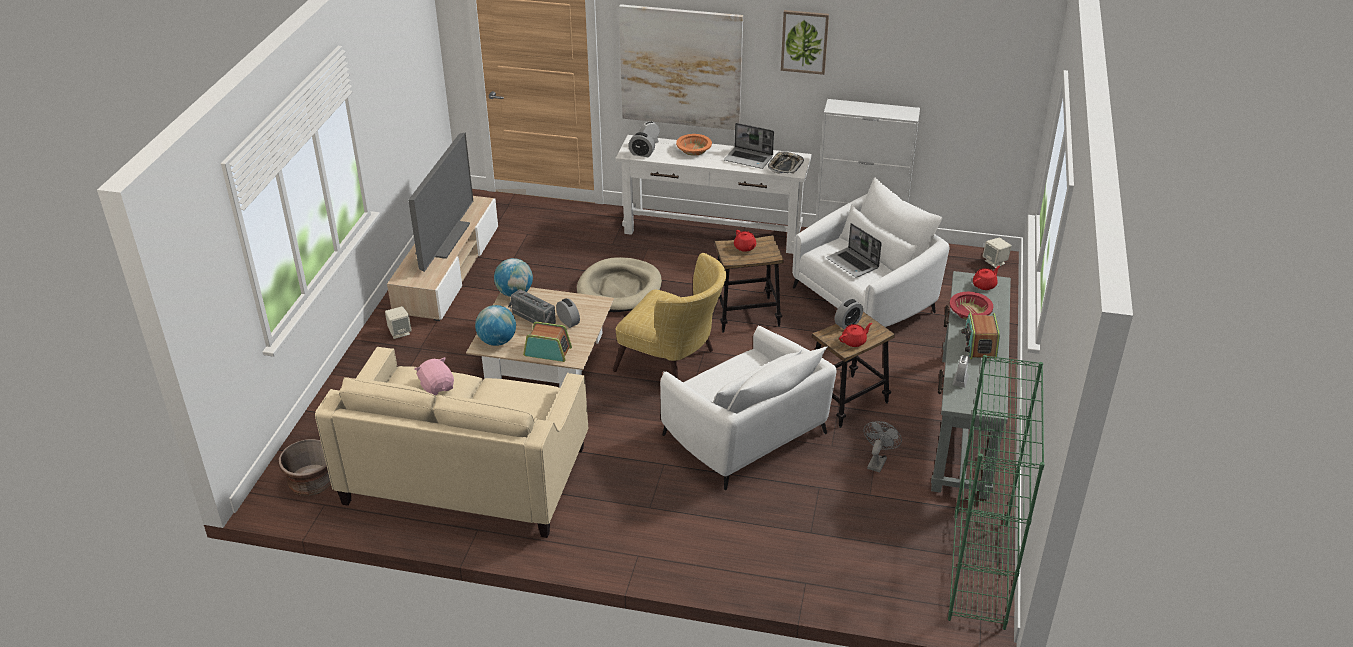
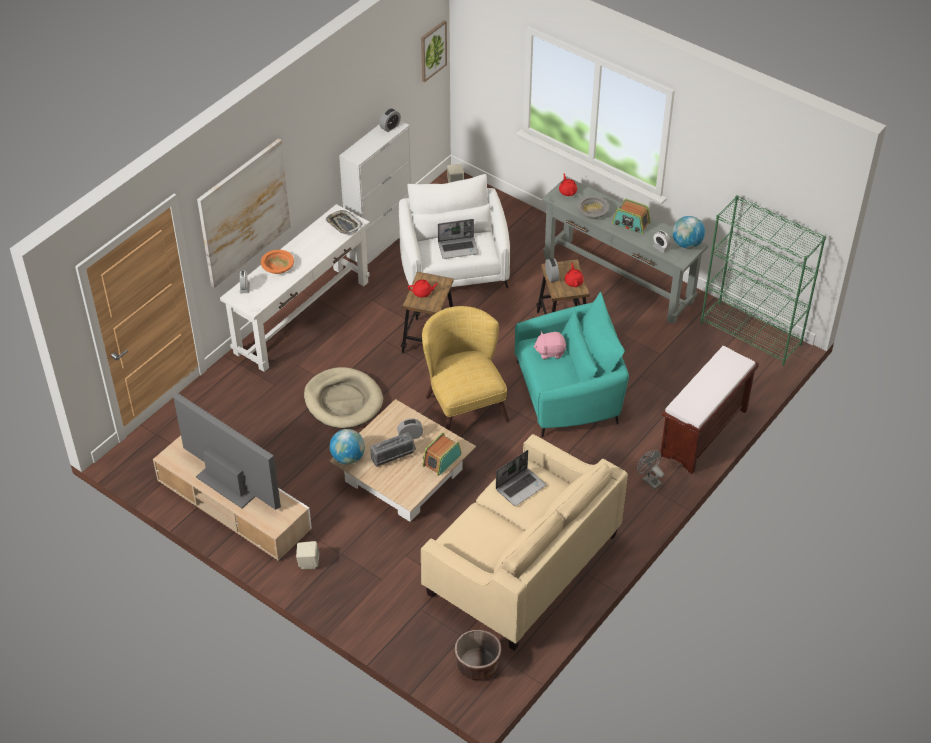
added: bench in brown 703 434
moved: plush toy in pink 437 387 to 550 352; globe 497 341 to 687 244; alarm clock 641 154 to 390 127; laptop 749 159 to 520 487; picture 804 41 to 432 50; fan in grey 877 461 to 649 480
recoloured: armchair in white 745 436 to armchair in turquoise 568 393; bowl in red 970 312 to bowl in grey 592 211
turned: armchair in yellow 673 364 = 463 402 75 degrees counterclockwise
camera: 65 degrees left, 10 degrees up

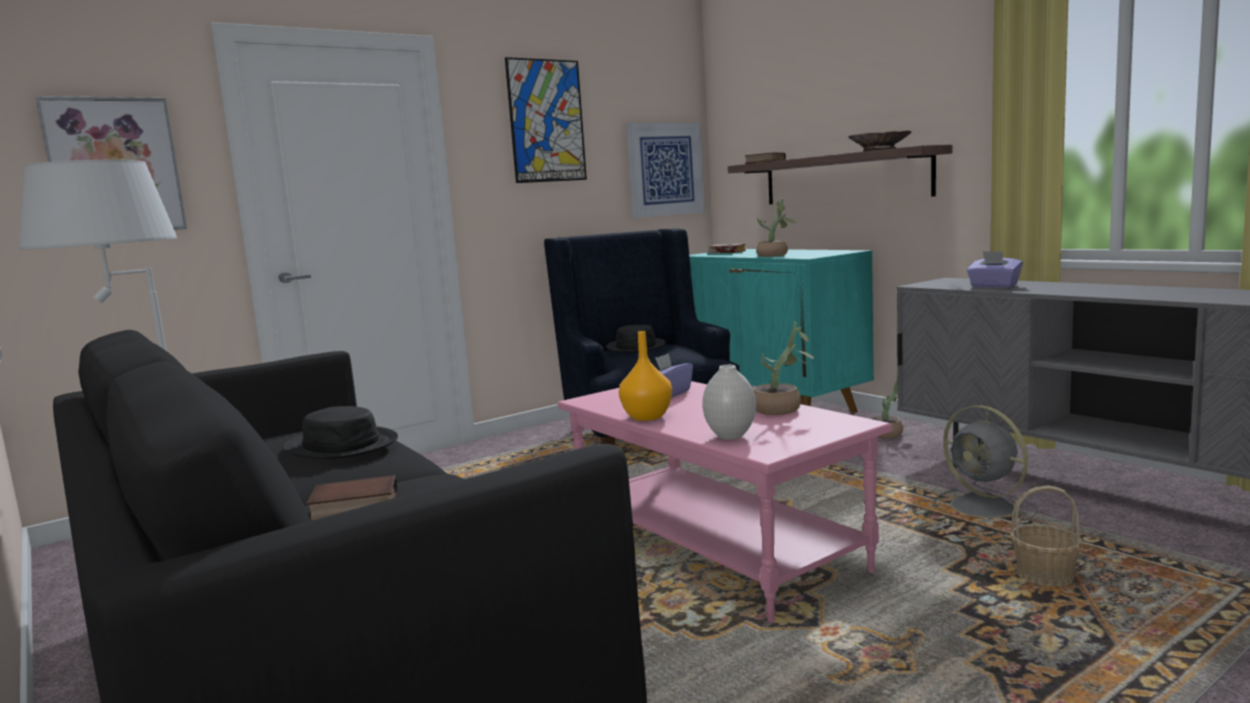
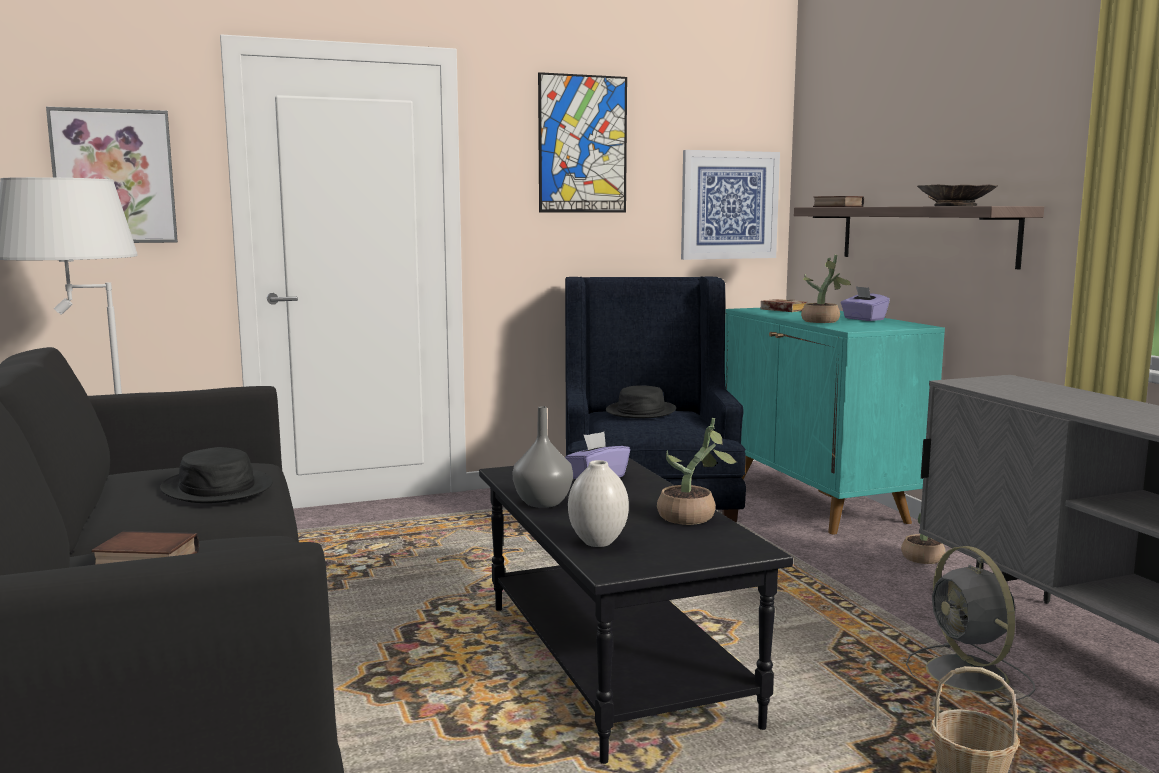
moved: tissue box in purple 993 286 to 863 319
recoloured: coffee table in pink 712 548 to coffee table in black 609 662; vase in orange 647 416 to vase in grey 543 502
camera: 15 degrees right, 0 degrees up

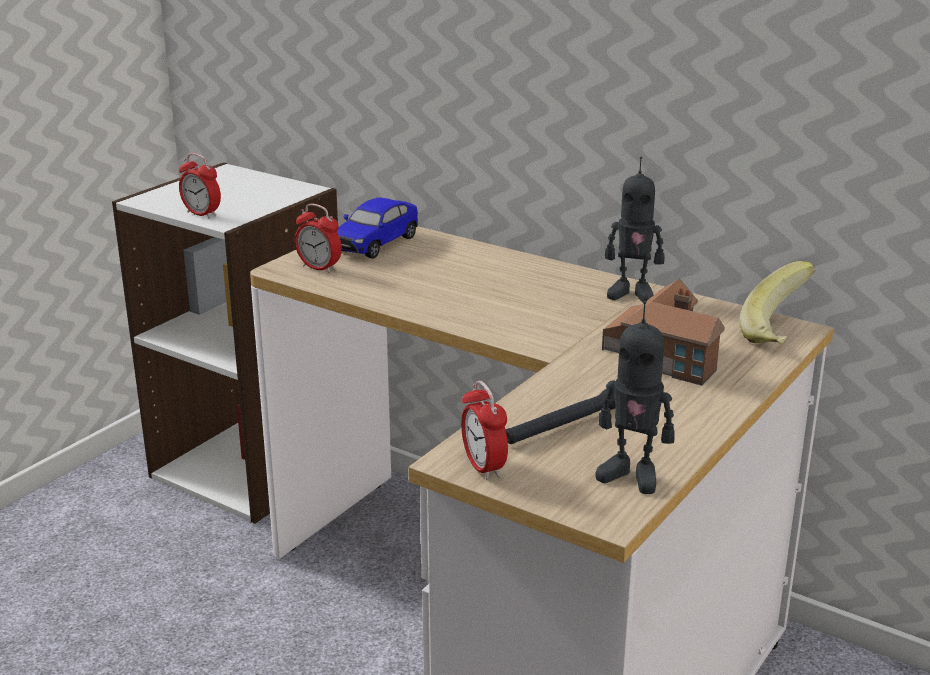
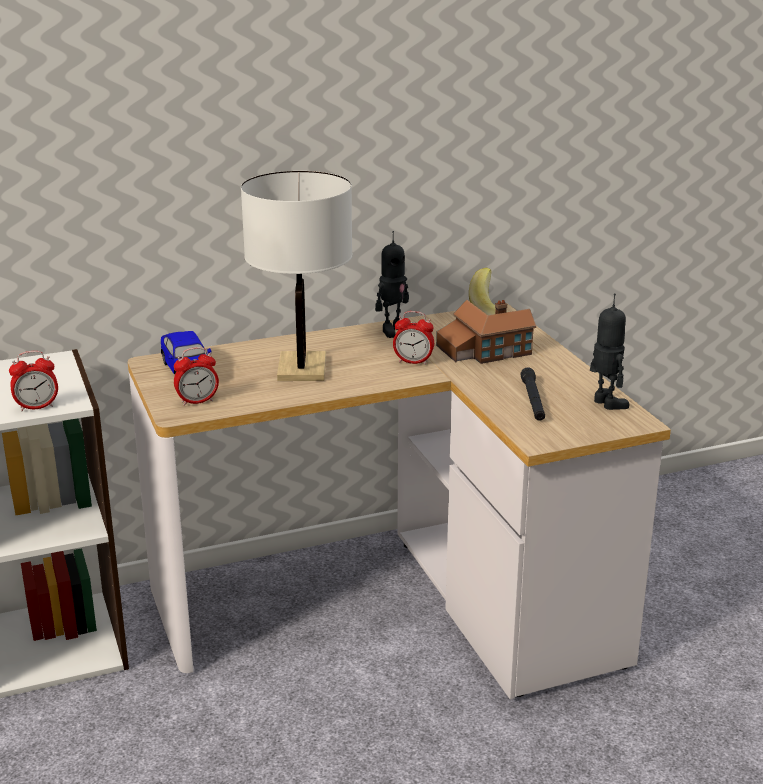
added: table lamp in white 301 368
moved: alarm clock 483 467 to 413 362
turned: toy robot 631 475 = 606 403 90 degrees counterclockwise
camera: 55 degrees left, 0 degrees up

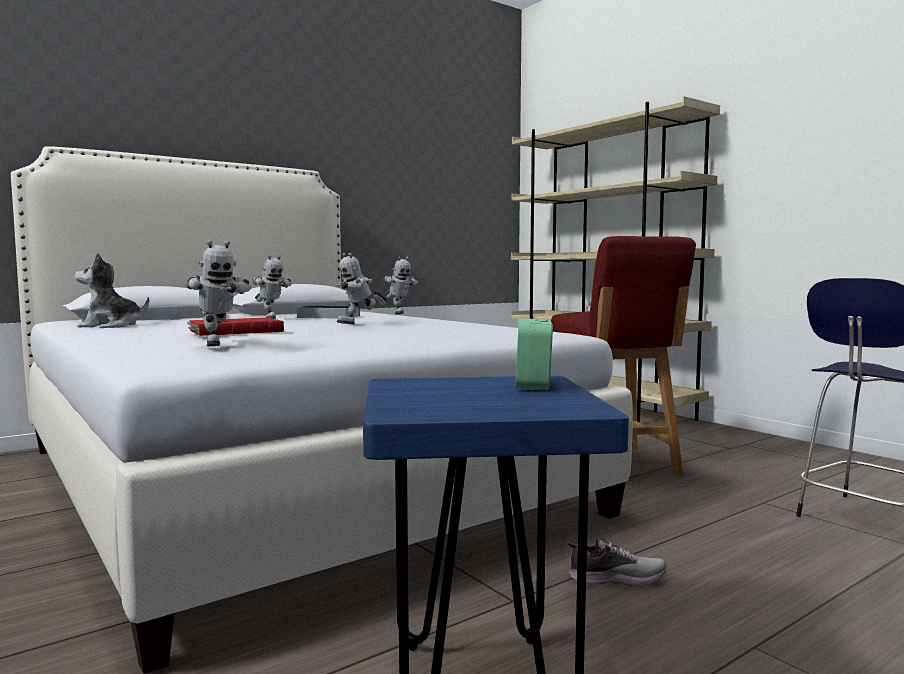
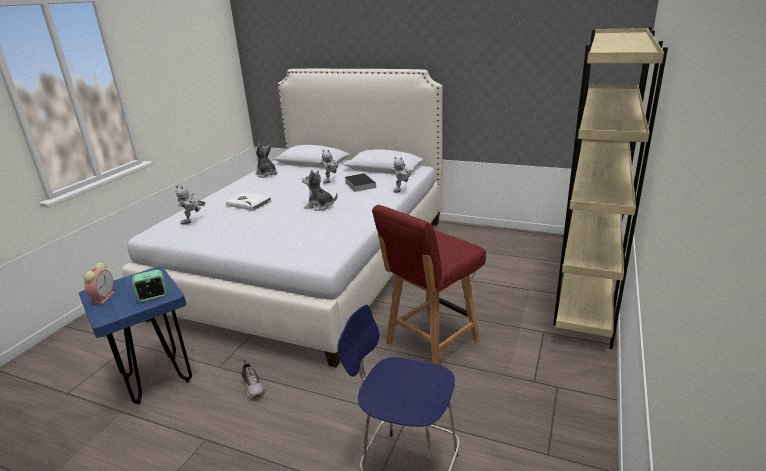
added: alarm clock 104 297
replaced: toy robot 360 324 to plush toy 320 206
recoloured: book in red 235 331 to book in white 249 203
camera: 60 degrees right, 20 degrees up

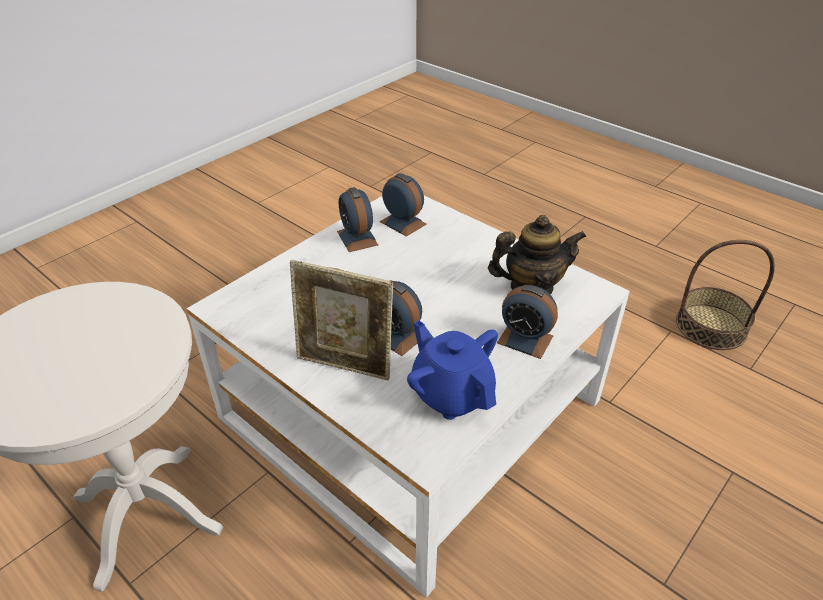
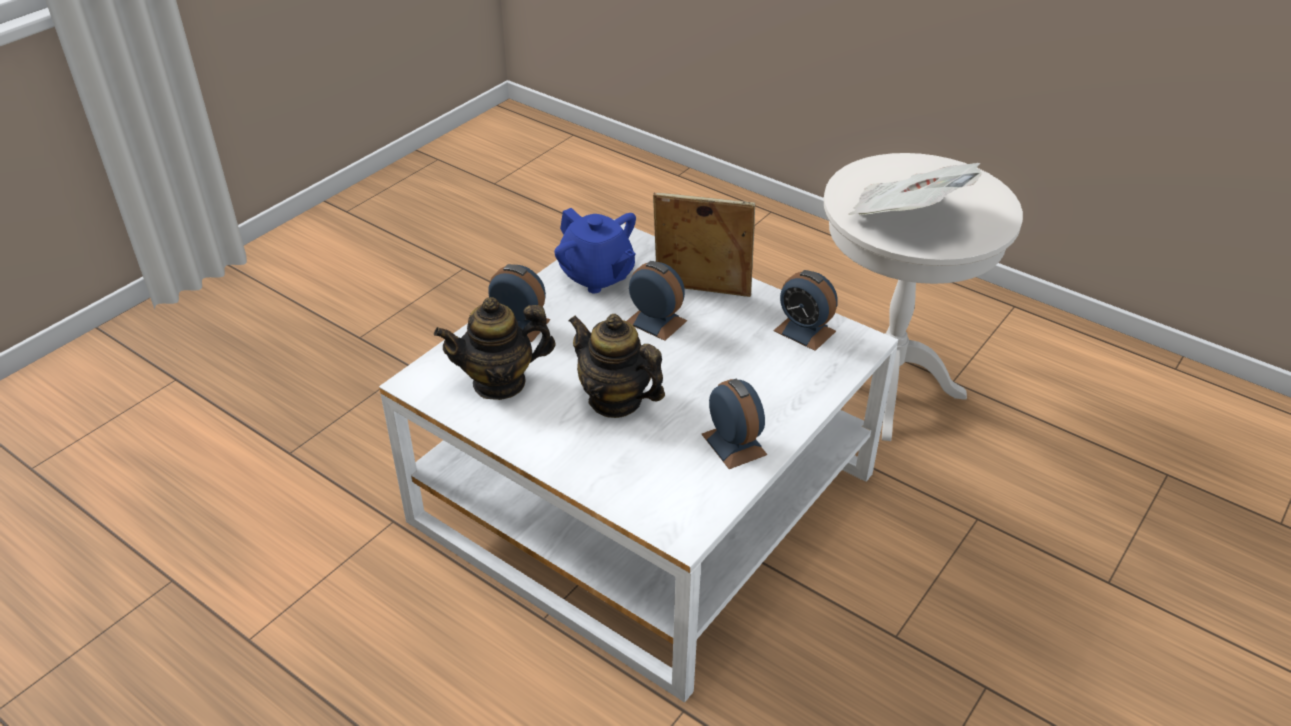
removed: basket 711 326
added: teapot 615 400; newspaper 906 217
moved: alarm clock 403 223 to 804 331
camera: 175 degrees right, 0 degrees up

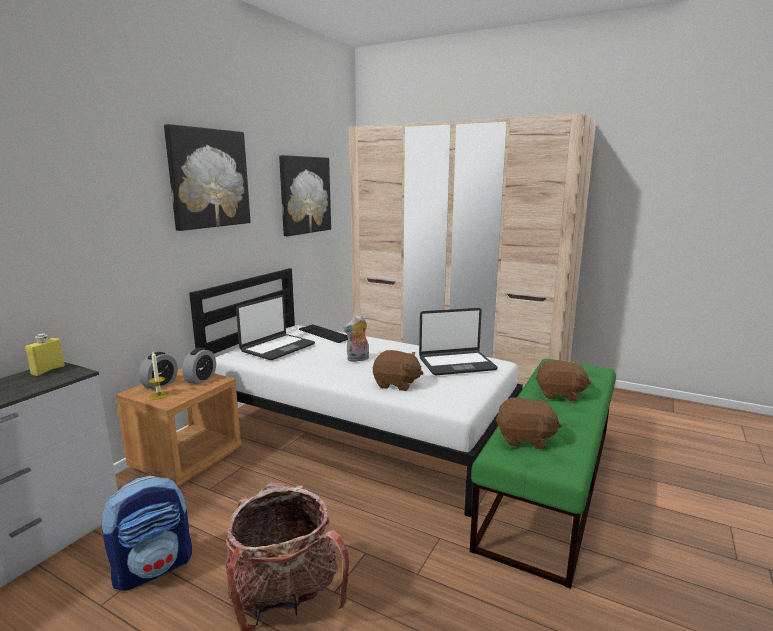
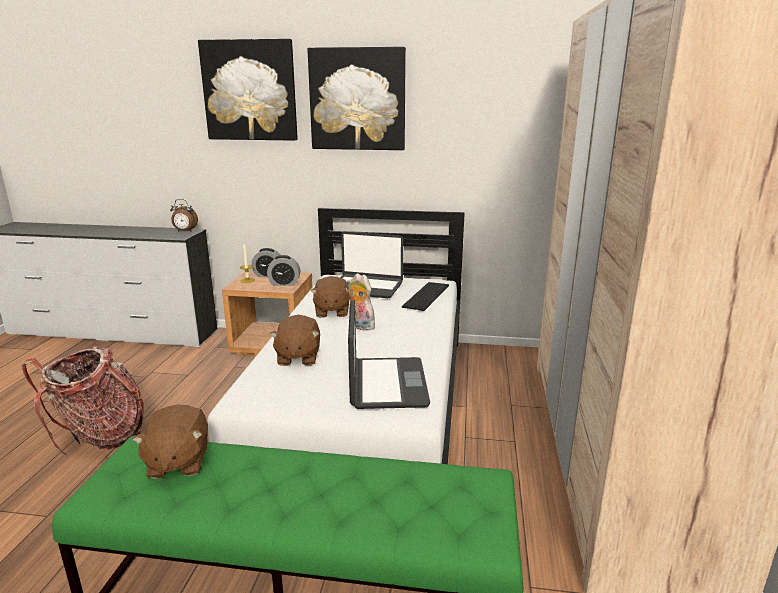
removed: backpack 154 567
moved: picture 305 195 to 250 91; plush toy in brown 560 394 to 331 311
replaced: bottle in yellow 48 370 to alarm clock 185 231
turned: laptop 456 364 = 386 384 150 degrees counterclockwise
camera: 70 degrees right, 5 degrees up

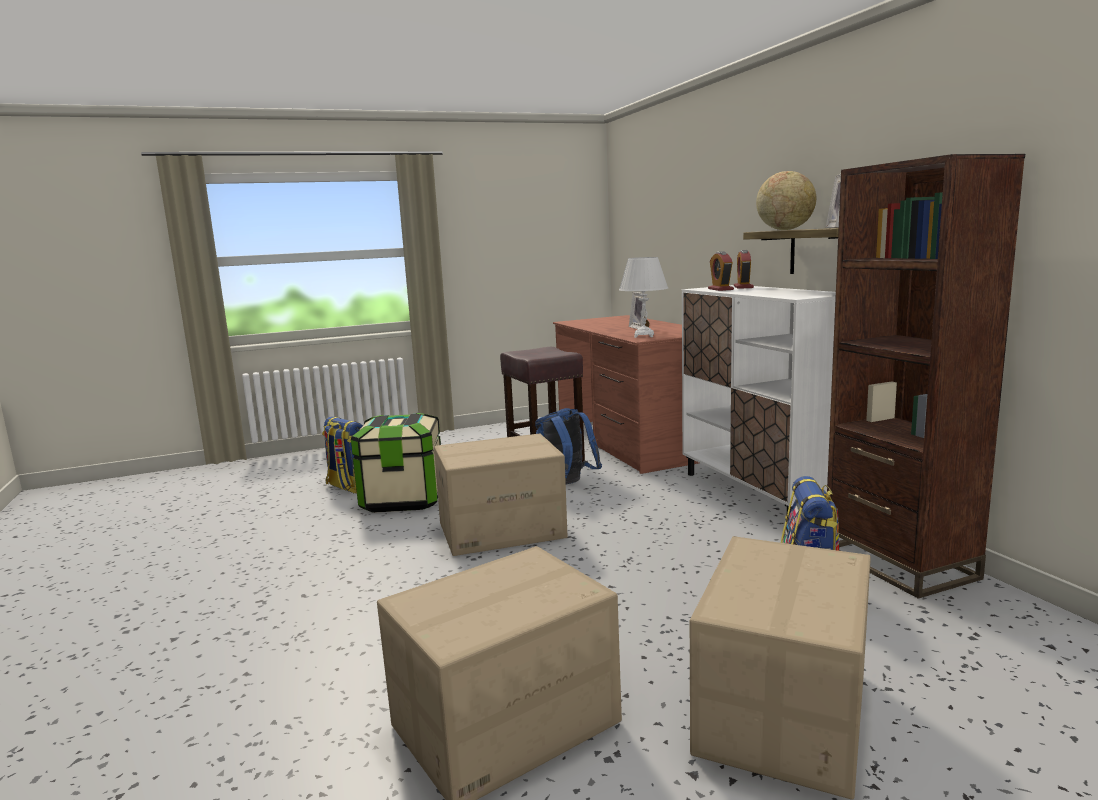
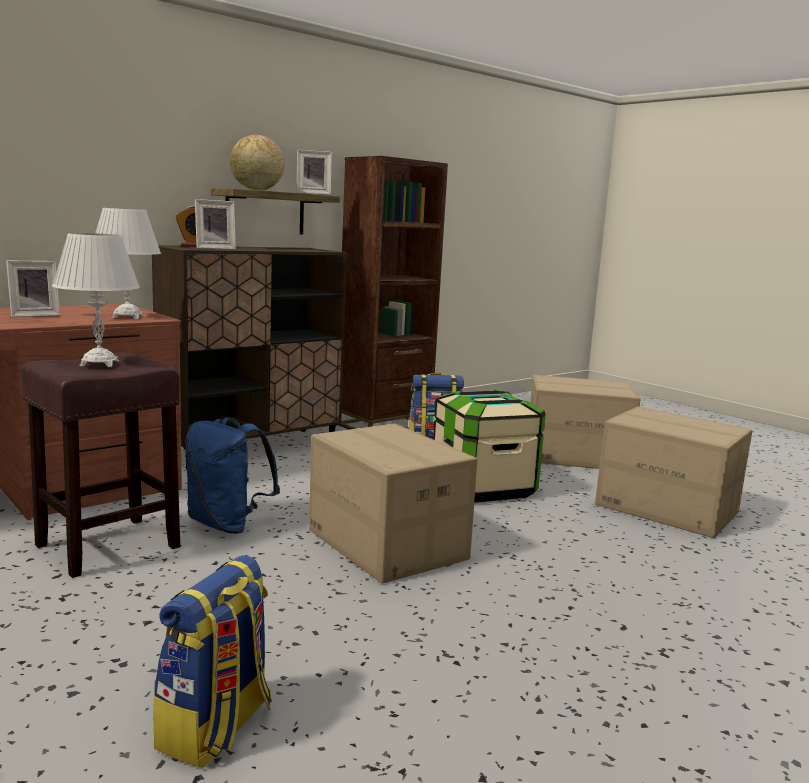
added: table lamp in white 99 363
moved: storage box 403 499 to 483 487
replaced: alarm clock 720 289 to picture frame 214 248
recoloured: cabinet in white 759 493 to cabinet in brown 252 448
camera: 110 degrees left, 0 degrees up

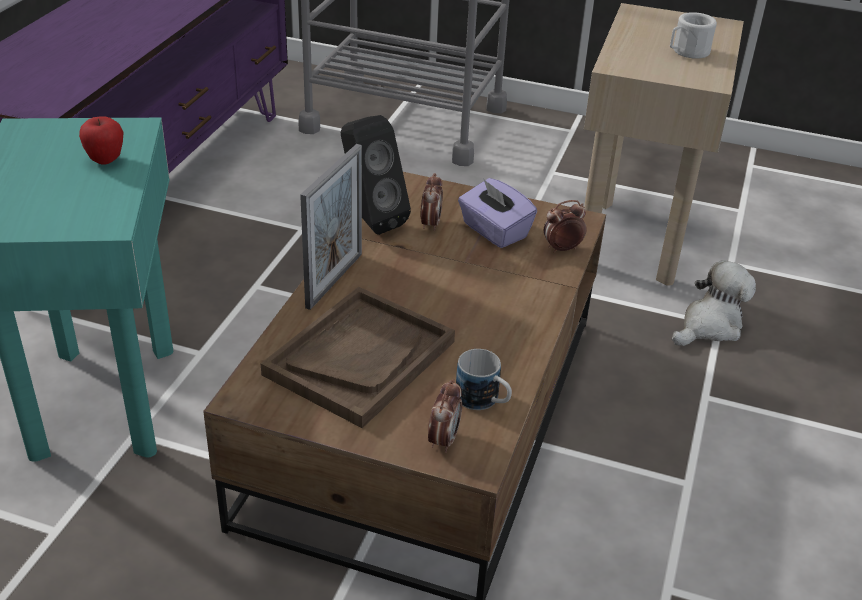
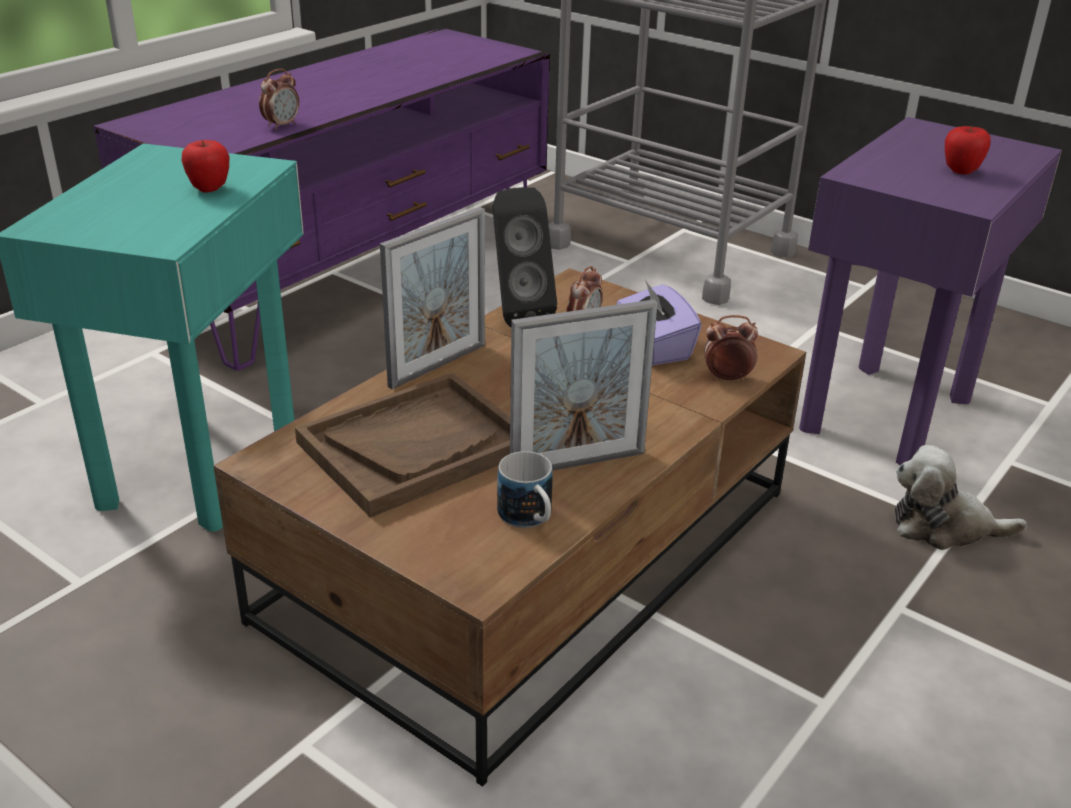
added: picture frame 577 463
moved: alarm clock 443 440 to 281 125
replaced: mug in white 687 52 to apple 960 171
recoloured: side table in beige 634 241 to side table in purple 888 414
turned: plush toy 709 326 = 944 527 150 degrees counterclockwise
camera: 20 degrees right, 5 degrees down

